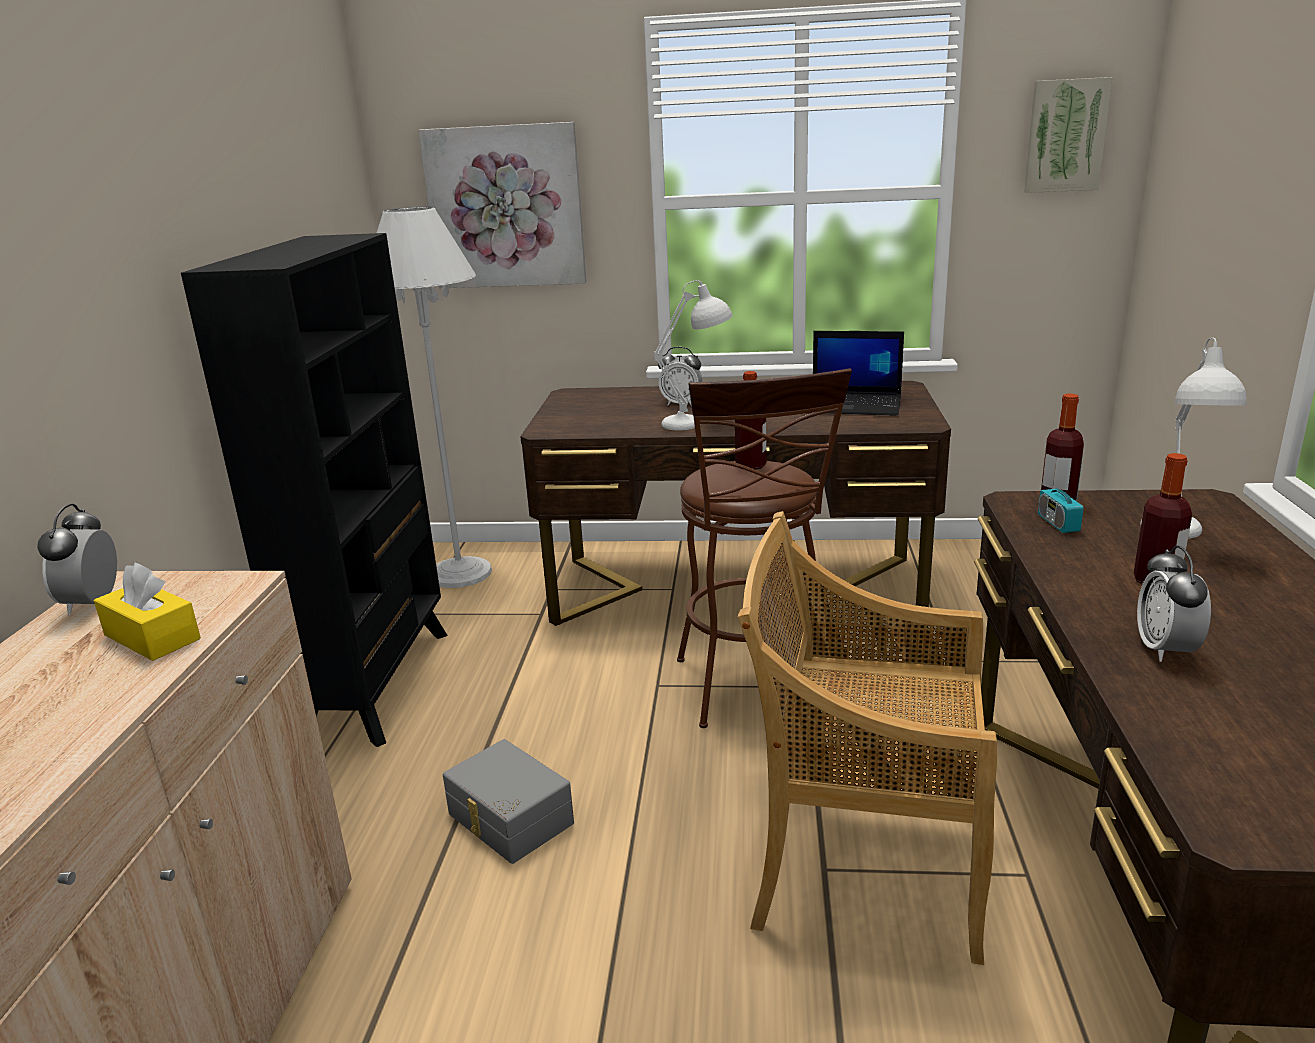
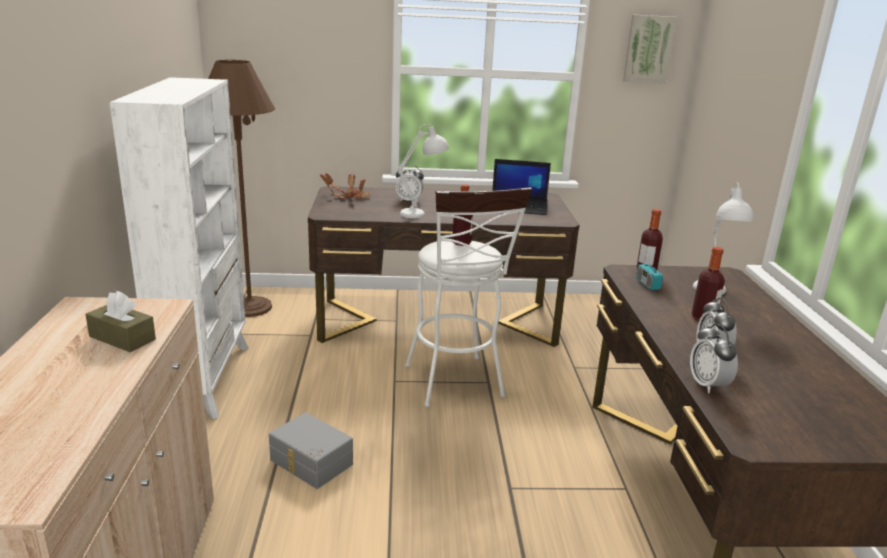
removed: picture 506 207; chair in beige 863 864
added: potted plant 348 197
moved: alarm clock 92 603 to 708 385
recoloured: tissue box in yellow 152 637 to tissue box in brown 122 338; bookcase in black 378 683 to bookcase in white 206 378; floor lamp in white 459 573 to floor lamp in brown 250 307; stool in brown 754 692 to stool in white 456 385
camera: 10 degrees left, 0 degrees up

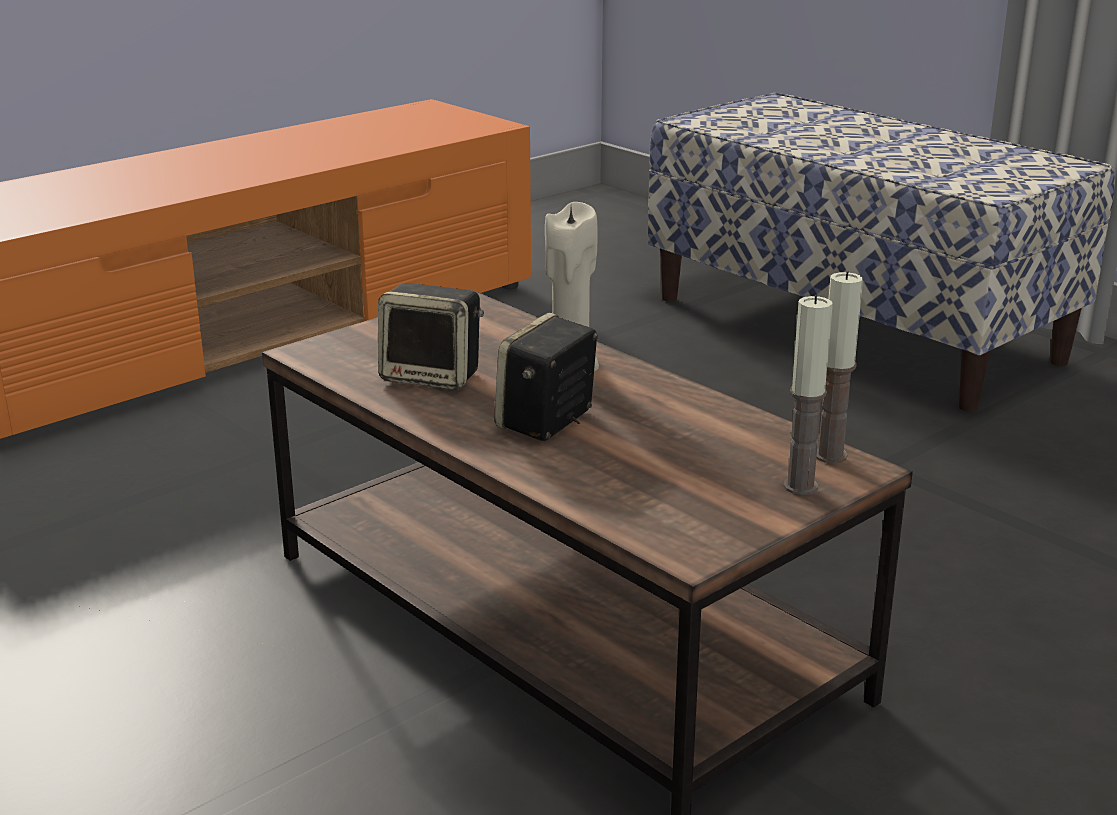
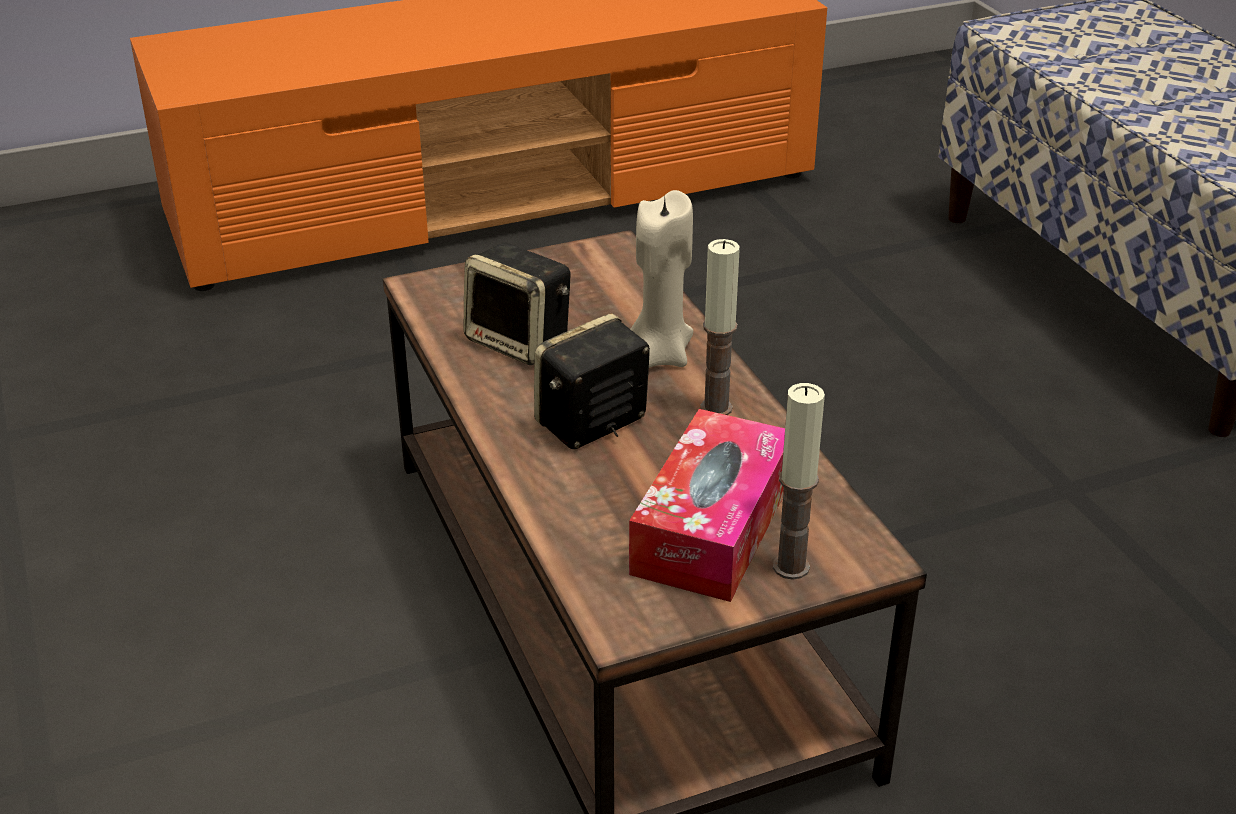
added: tissue box 712 527
moved: candle 830 455 to 716 408
camera: 20 degrees right, 10 degrees up

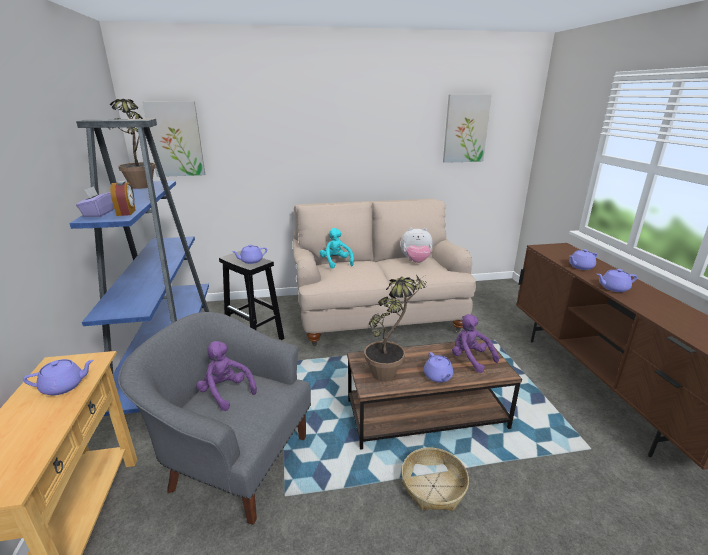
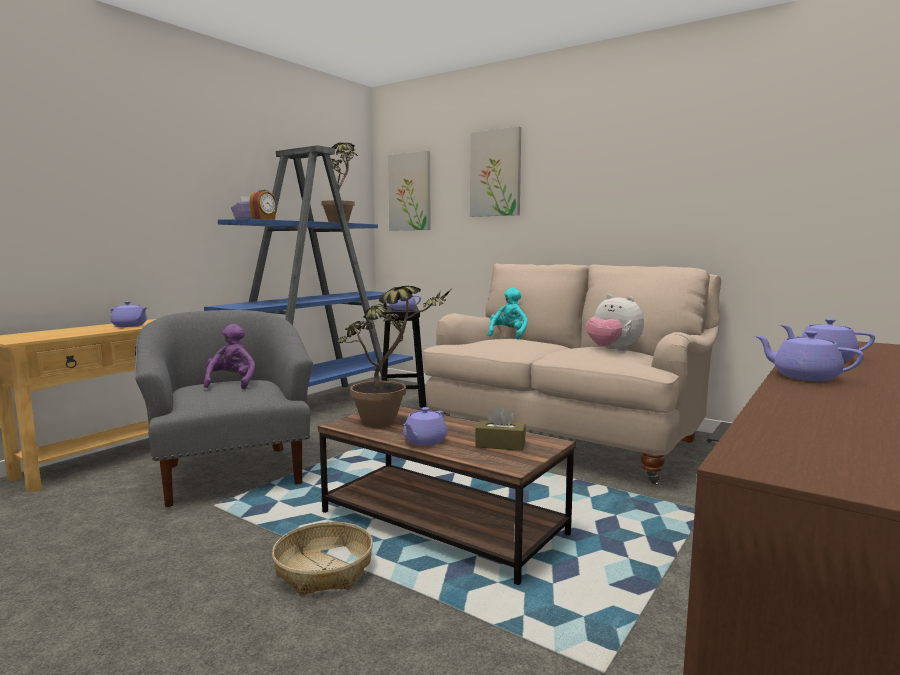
moved: picture 465 129 to 496 173
replaced: plush toy in purple 470 359 to tissue box in brown 500 445
camera: 45 degrees right, 15 degrees down

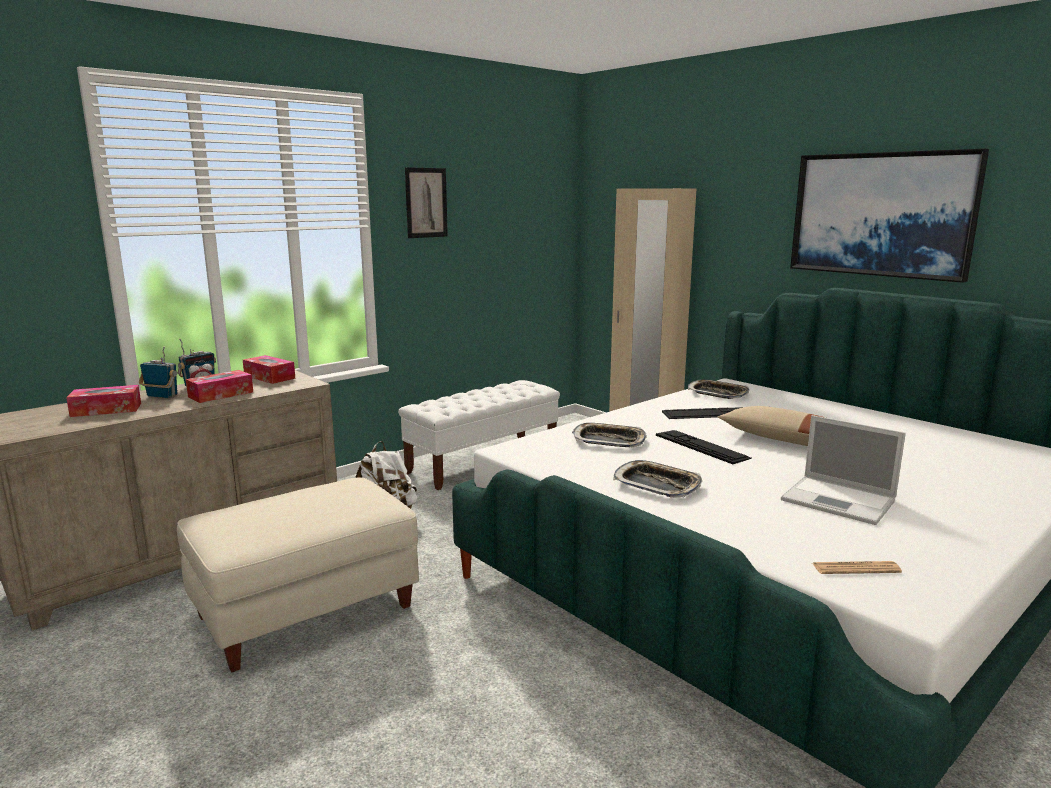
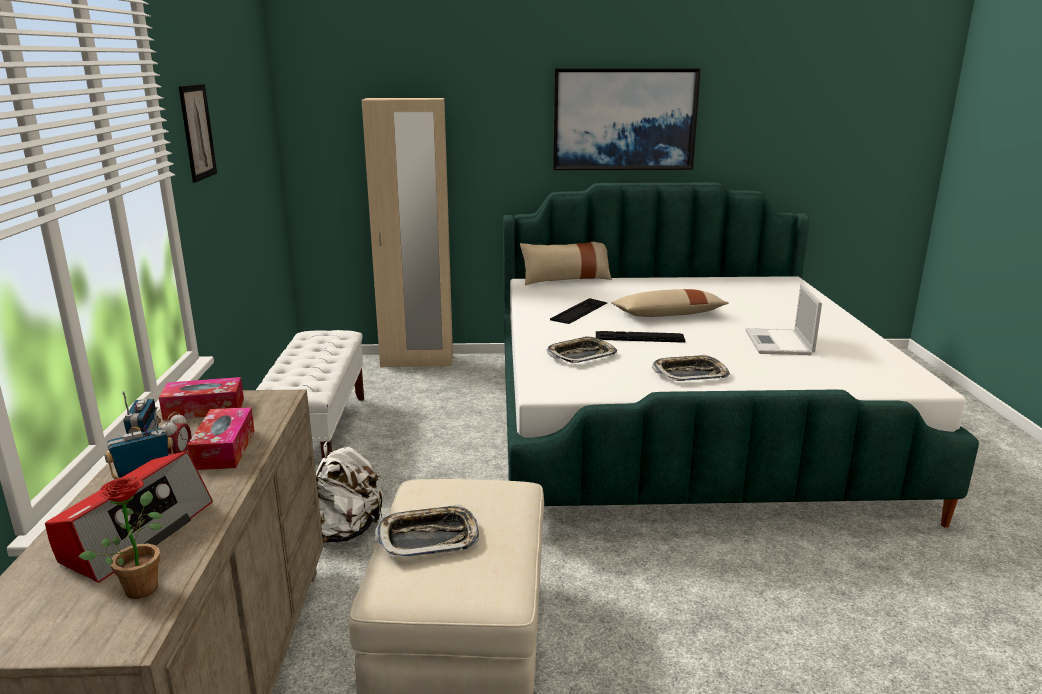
removed: newspaper 855 568
added: potted plant 142 585; pillow in beige 566 279
moved: tray 717 393 to 428 538
replaced: tissue box 106 410 to radio 135 533
turned: laptop 840 501 = 779 343 105 degrees clockwise
camera: 50 degrees left, 5 degrees up

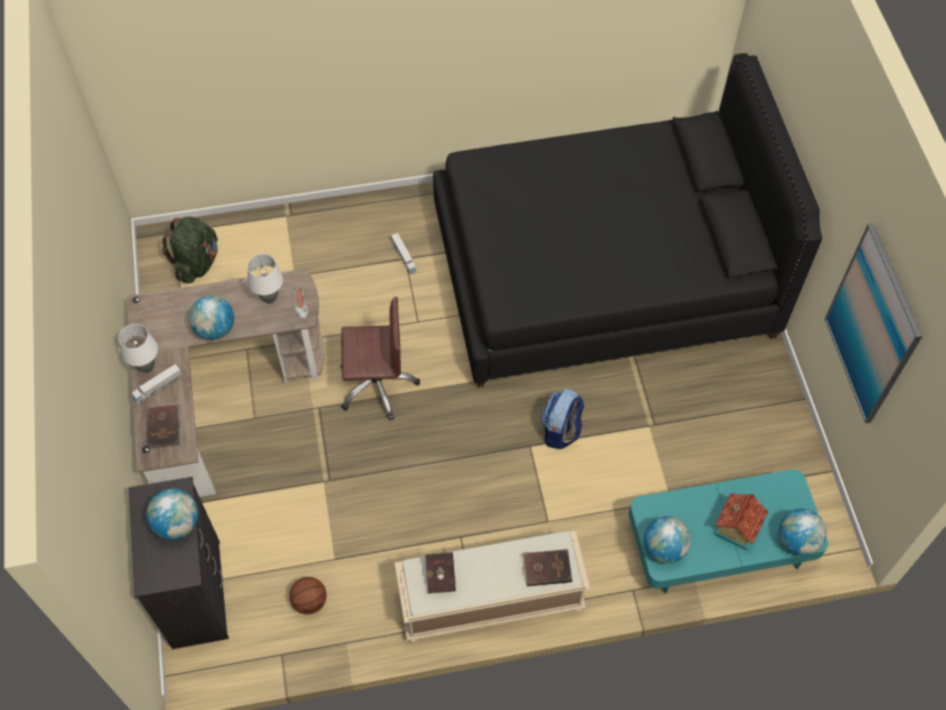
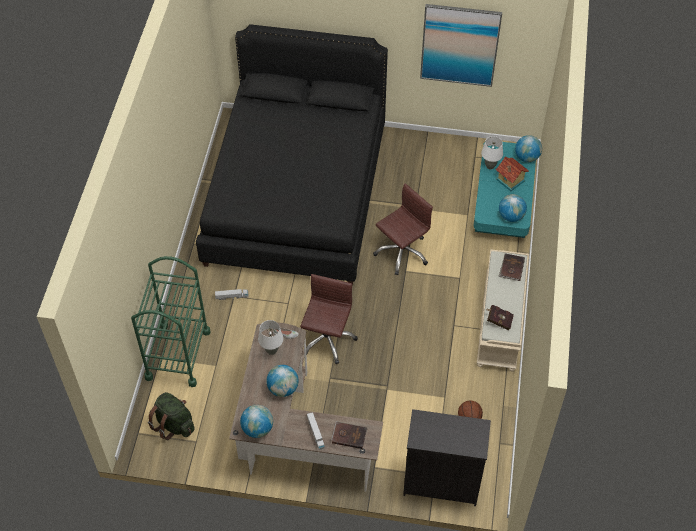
added: cart in green 178 354
moved: table lamp in white 146 367 to 490 166; globe 177 524 to 257 428
replaced: backpack 561 431 to office chair in brown 401 252
camera: 70 degrees left, 5 degrees down

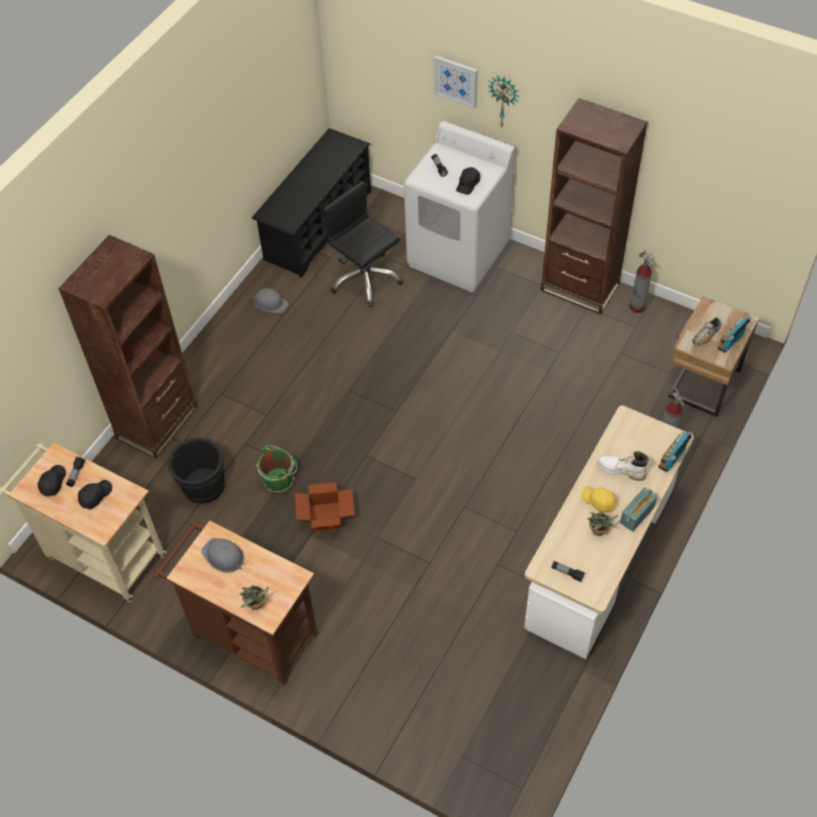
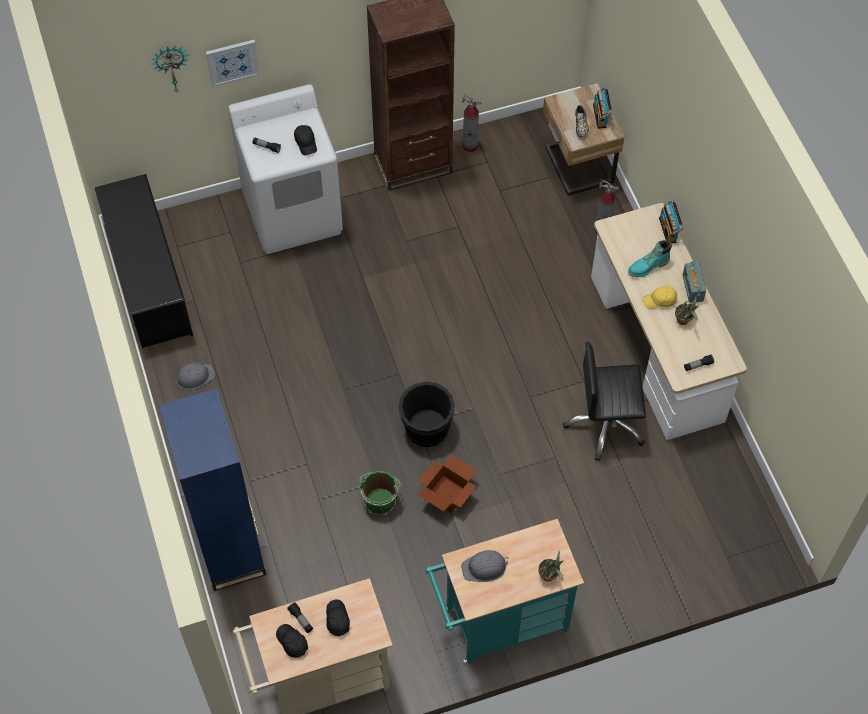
moved: bucket in black 203 486 to 426 429; office chair in black 365 279 to 605 424; wall clock 504 101 to 171 67
recoloured: bookcase in brown 157 423 to bookcase in blue 230 548; cart in brown 249 633 to cart in turquoise 499 623; boot in white 621 470 to boot in turquoise 648 267
camera: 50 degrees left, 5 degrees up

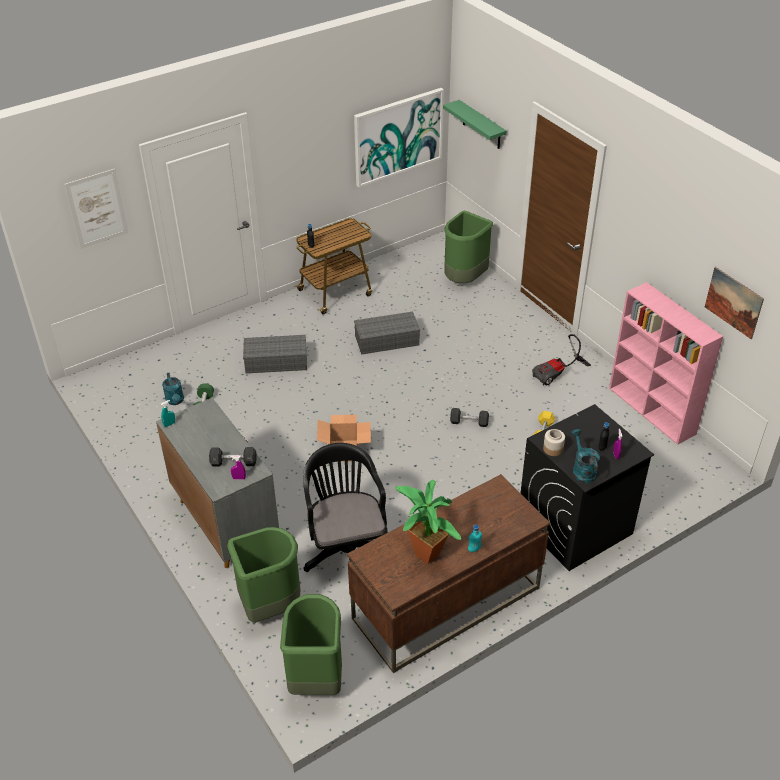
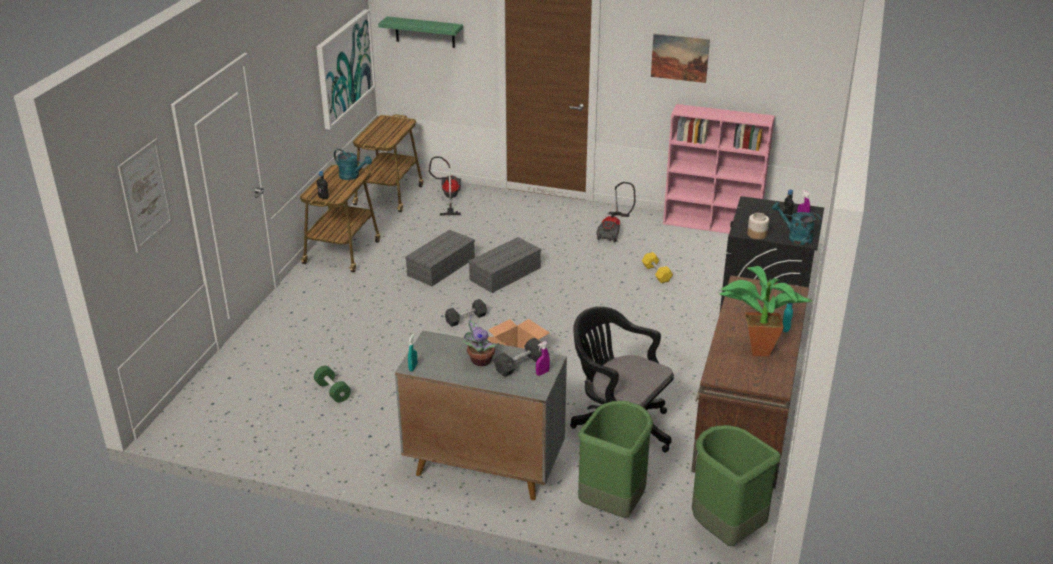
added: cart 389 194; potted plant 479 360
moved: watering can in turquoise 175 401 to 352 176; storage box in grey 277 361 to 505 273; dumbbell in grey 469 422 to 466 319; picture 733 302 to 680 58
replaced: trash can in green 464 279 to vacuum cleaner 448 198
camera: 40 degrees left, 10 degrees down

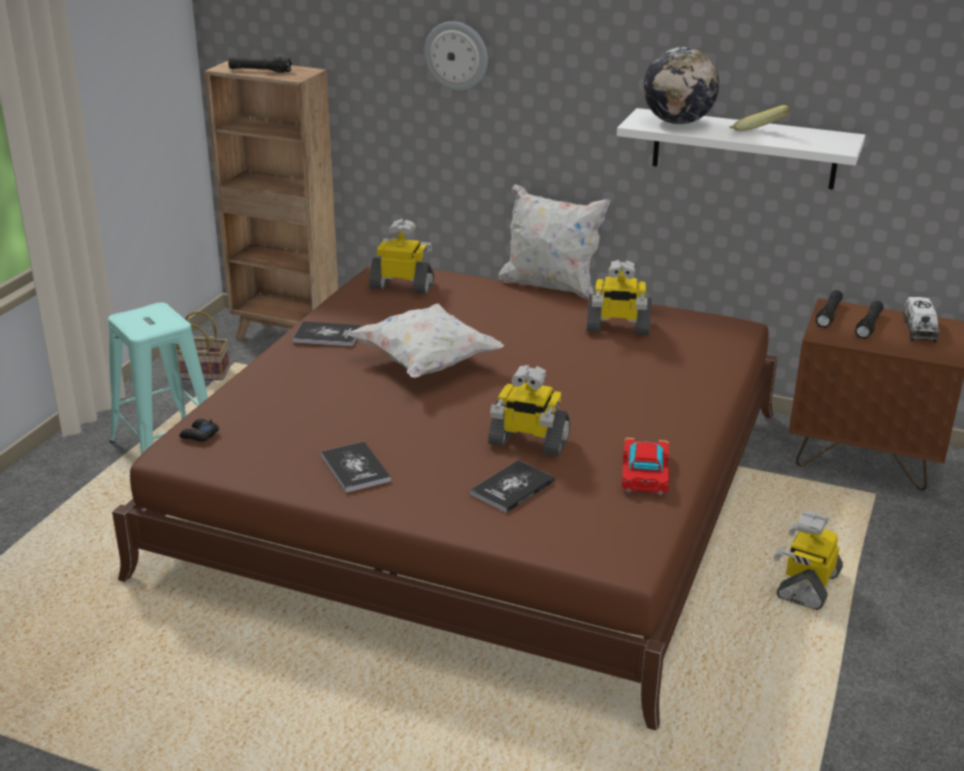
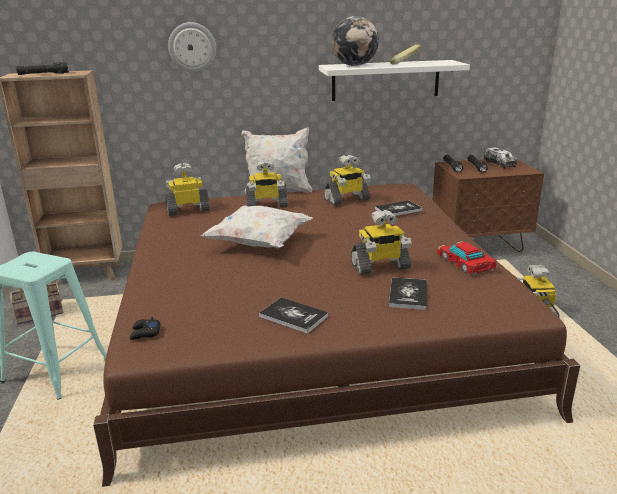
added: toy robot 266 205
moved: book 327 335 to 398 210
camera: 30 degrees left, 5 degrees down

